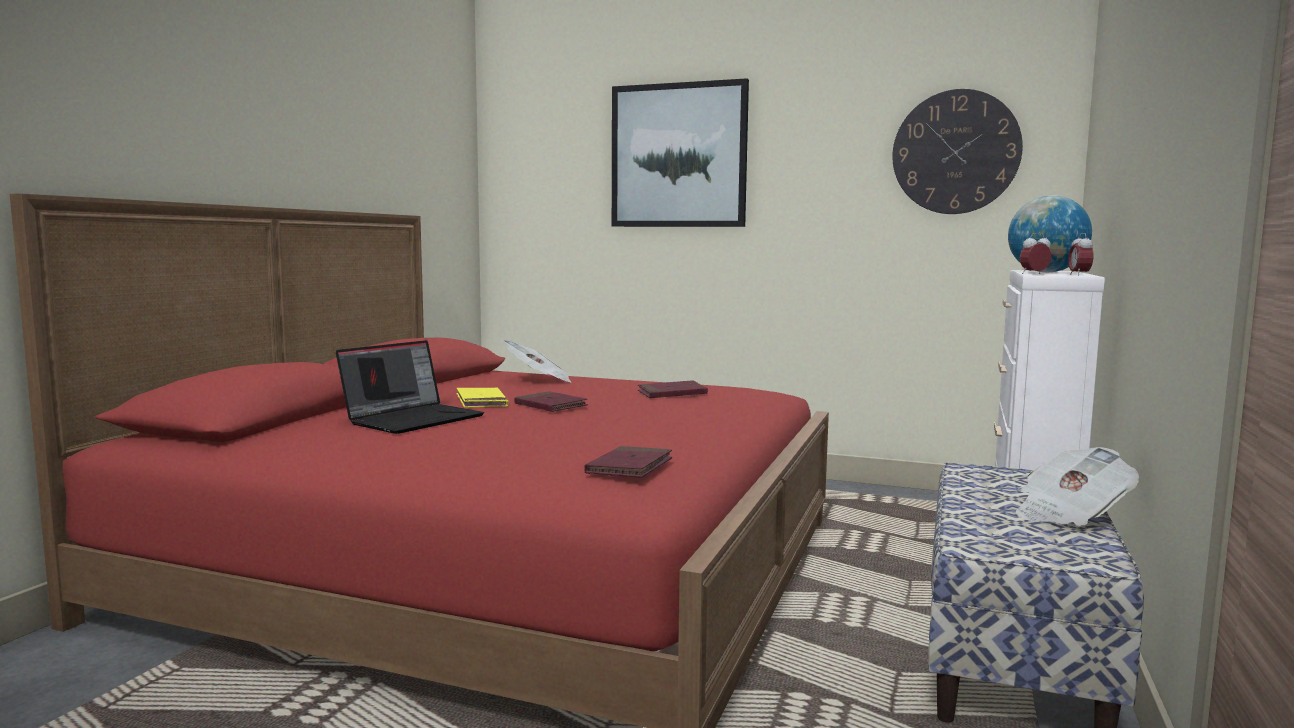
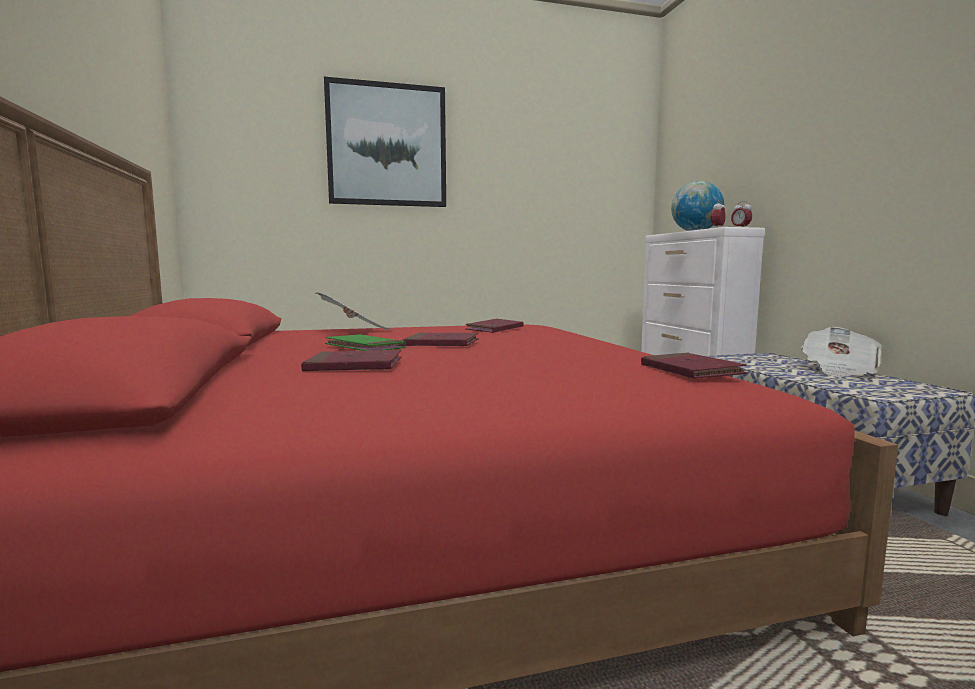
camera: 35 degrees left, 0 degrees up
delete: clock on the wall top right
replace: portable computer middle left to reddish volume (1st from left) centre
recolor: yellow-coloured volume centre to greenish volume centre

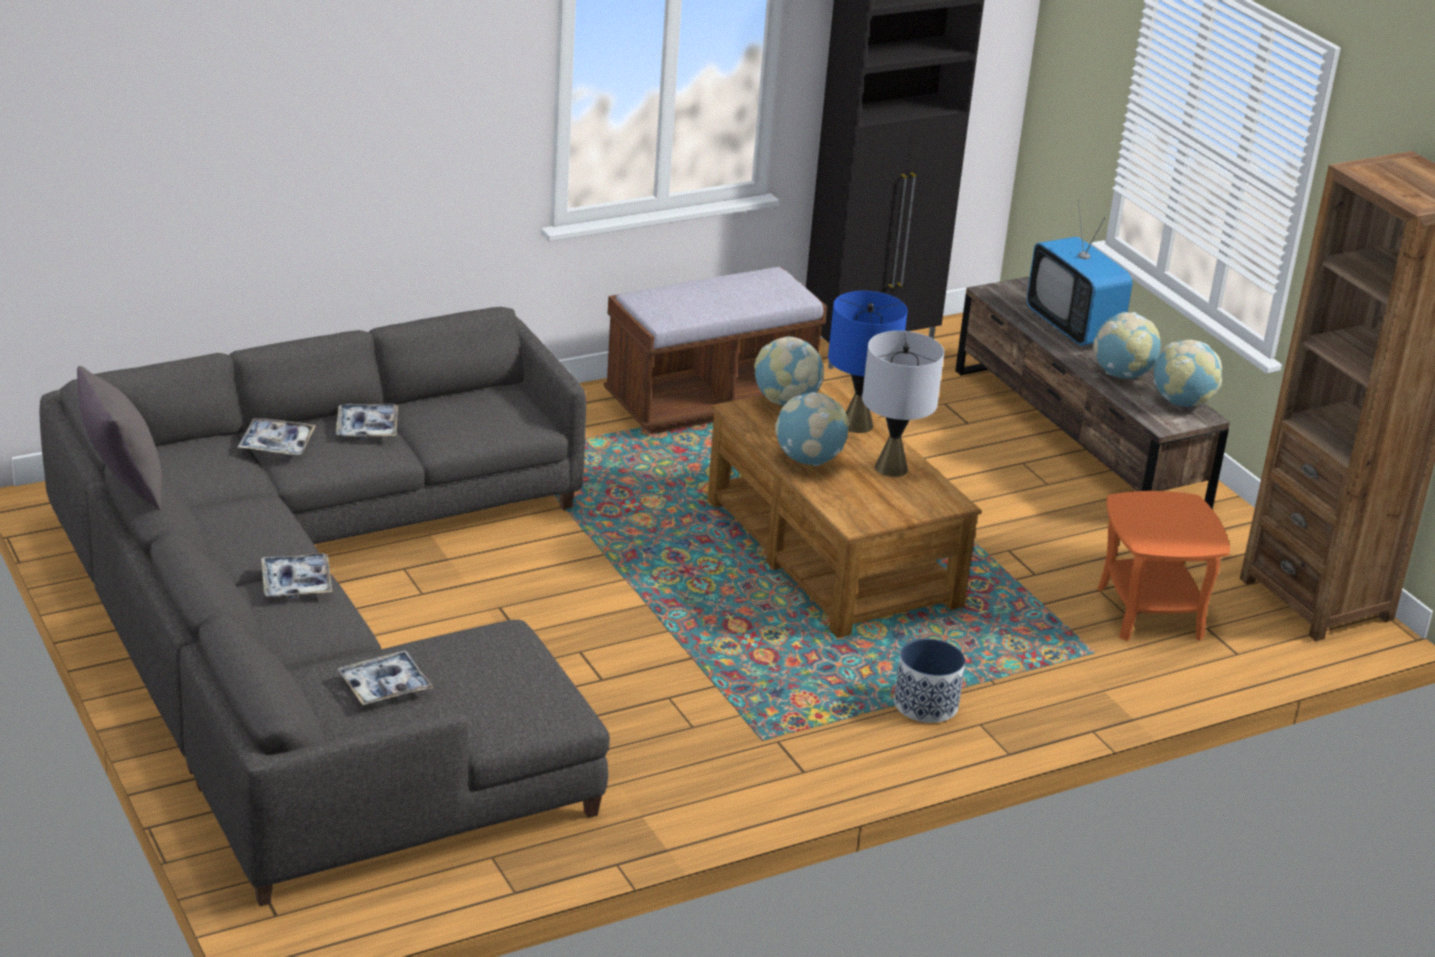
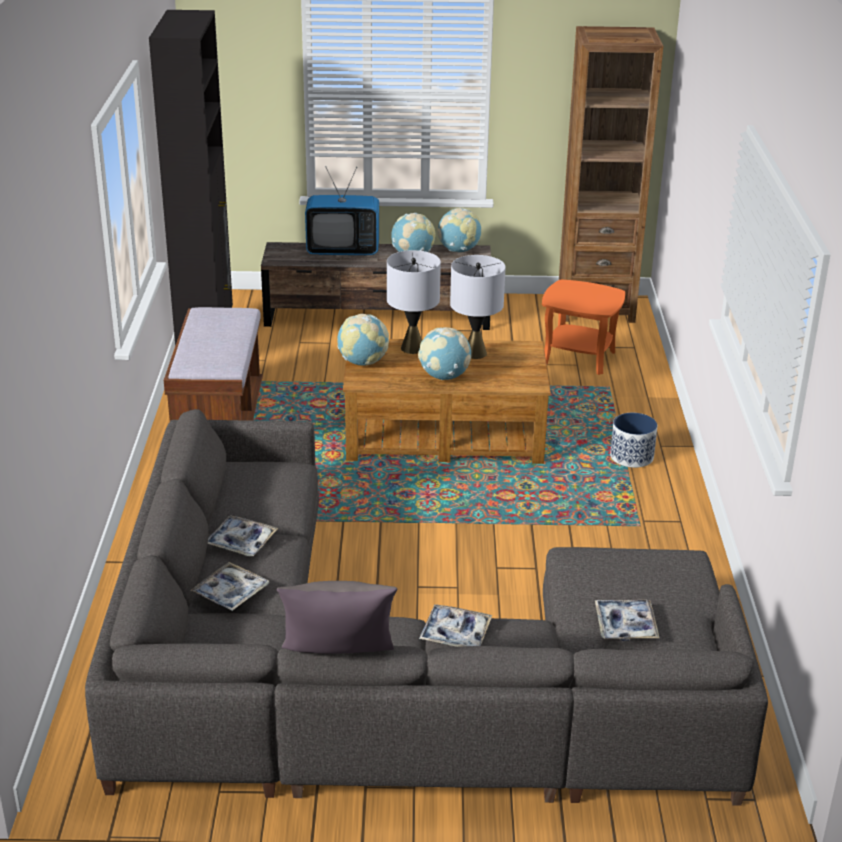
camera: 60 degrees left, 0 degrees up
recolor: blue-coloured table lamp centre to gray table lamp (1st from left) centre

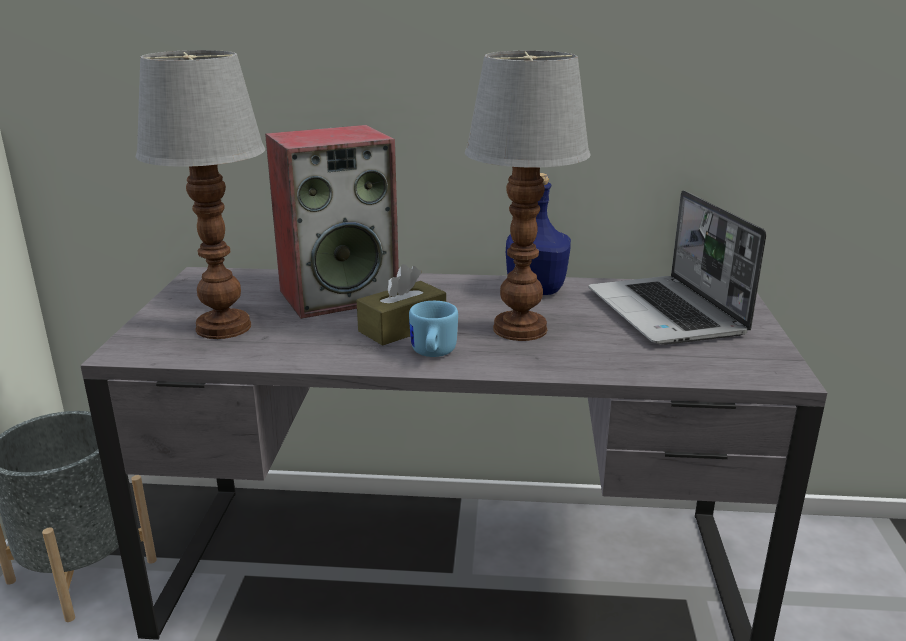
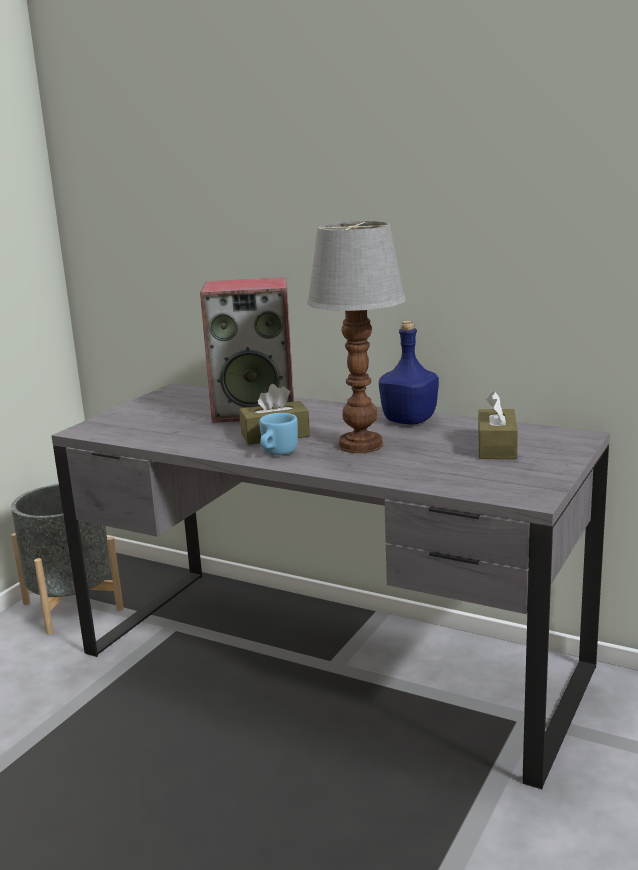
camera: 25 degrees right, 5 degrees down
delete: table lamp (1st from left) top left
replace: portable computer middle right to brown box of tissues (2nd from left) middle right

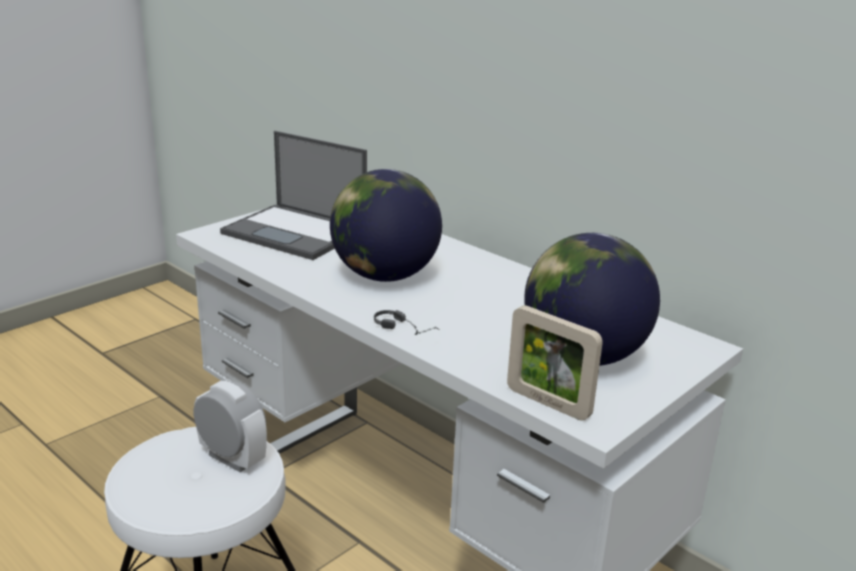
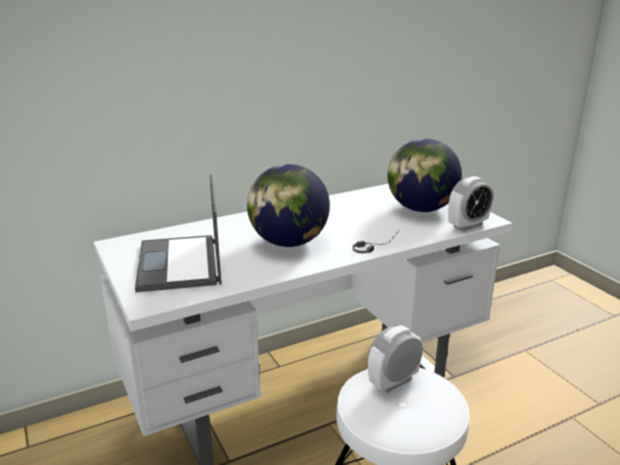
camera: 70 degrees left, 0 degrees up
replace: picture frame centre to table clock (2nd from left) middle right
rotate: portable computer centre = middle left 120 degrees clockwise

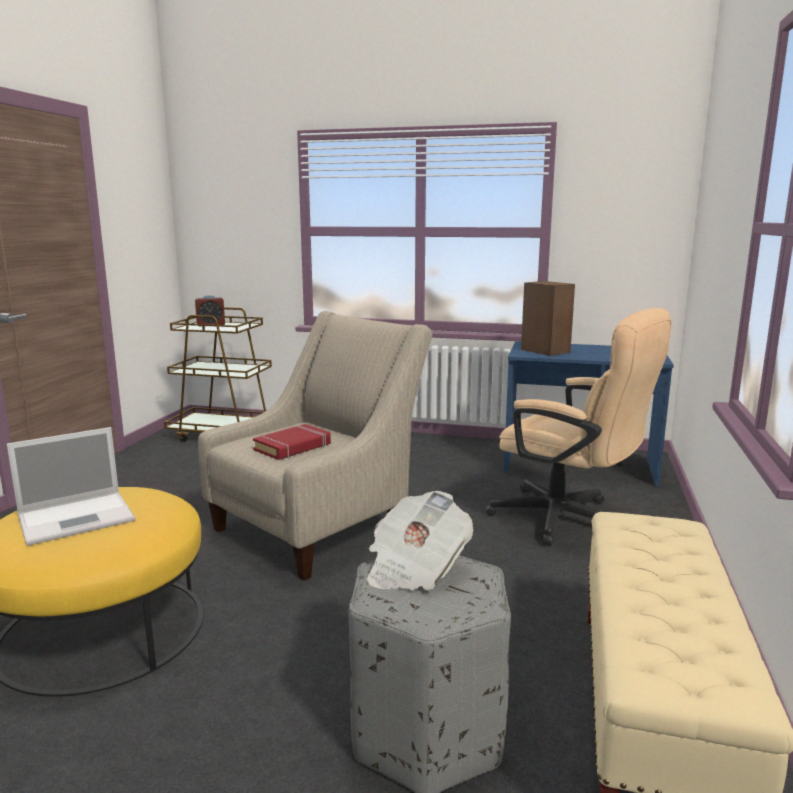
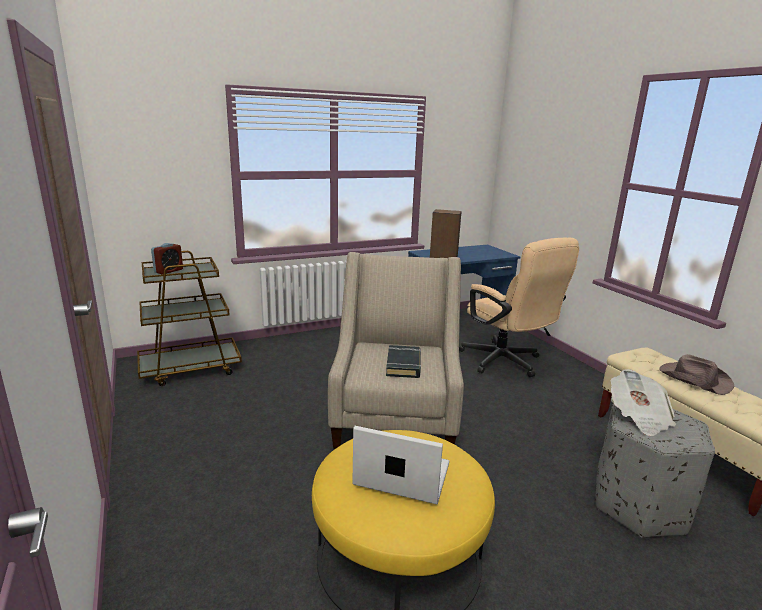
camera: 40 degrees left, 5 degrees up
insert: brown wearable hat middle right
recolor: reddish volume centre to black-coloured volume centre
rotate: sand-coloured desk chair middle right = middle right 60 degrees clockwise; portable computer middle left = bottom centre 90 degrees counterclockwise

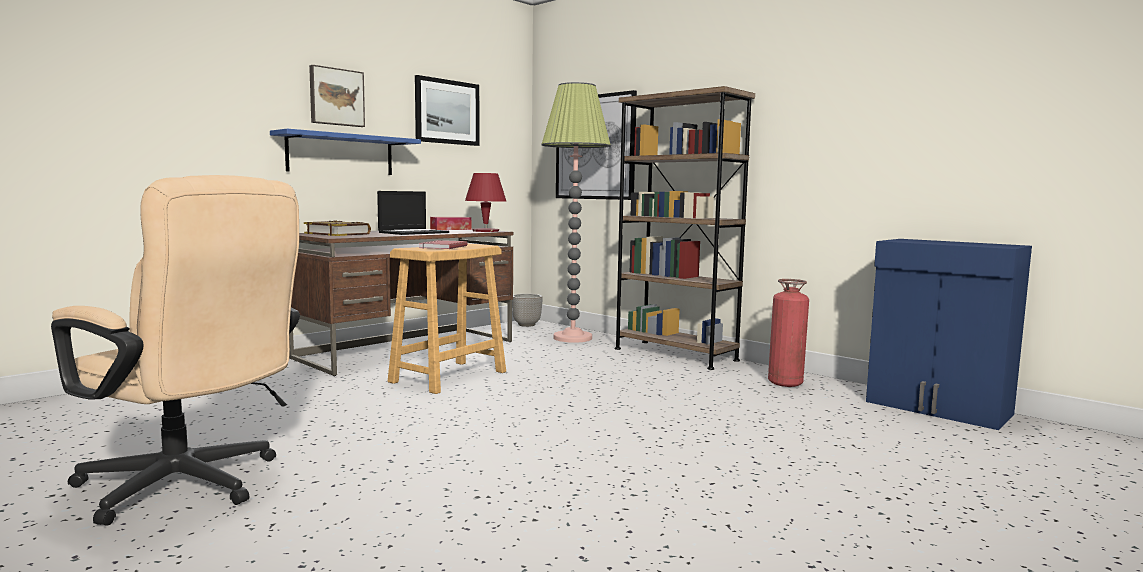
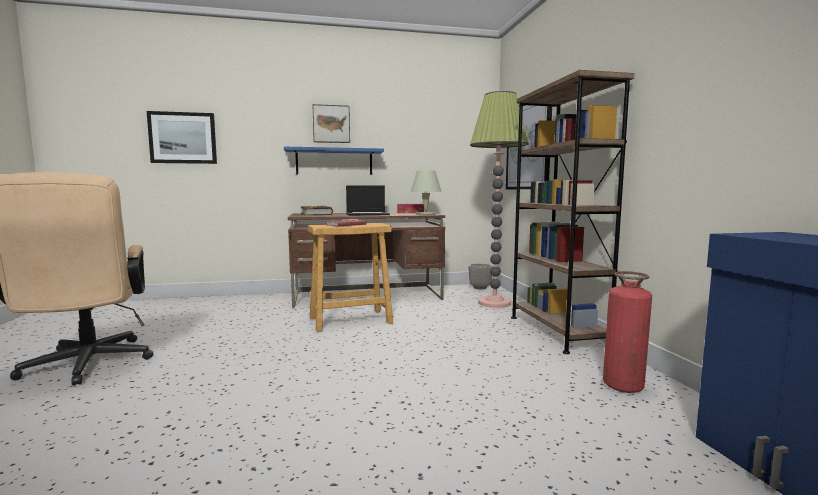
camera: 35 degrees right, 0 degrees up
move: wall art (2nd from left in the first image) top centre to wall art (1st from left) top left
recolor: reddish table lamp centre to sand-coloured table lamp centre

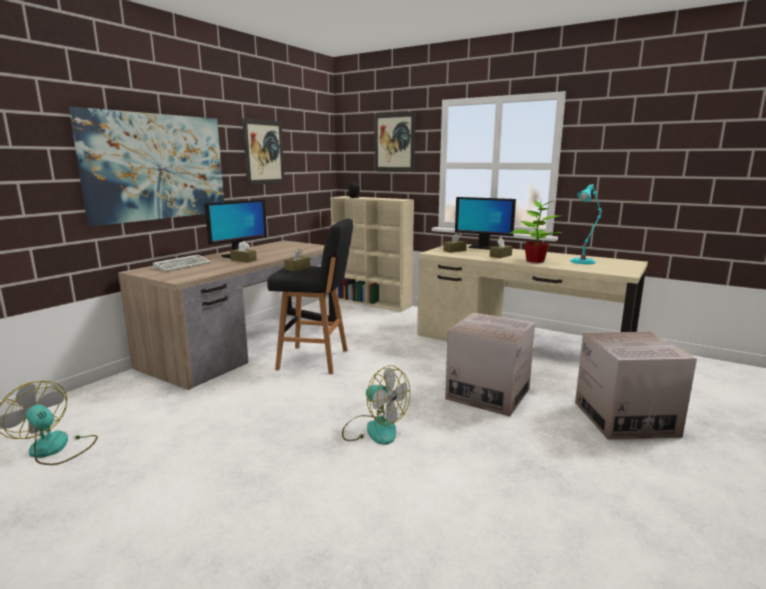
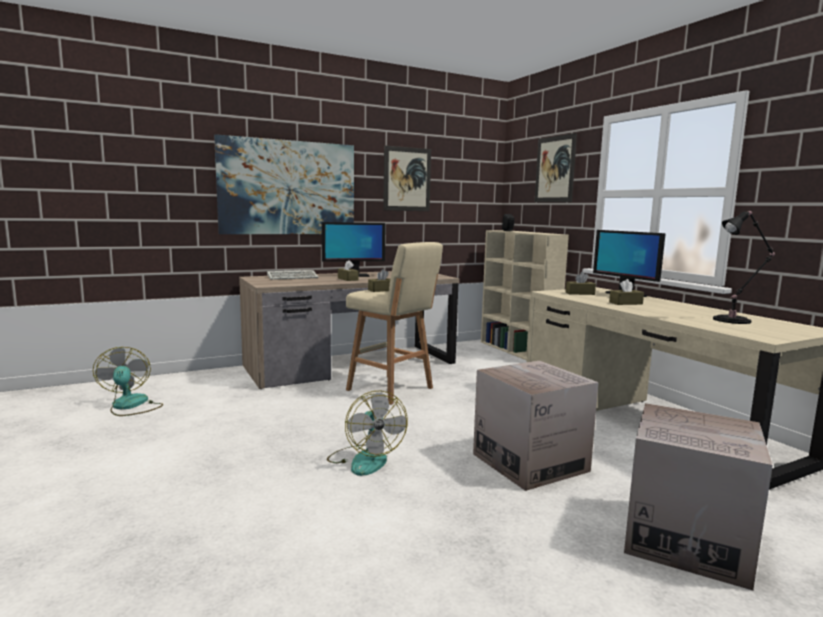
camera: 30 degrees right, 5 degrees down
delete: plant in a pot middle right
recolor: blue-green table lamp middle right to black-coloured table lamp middle right; black-coloured stool seat centre to sand-coloured stool seat centre

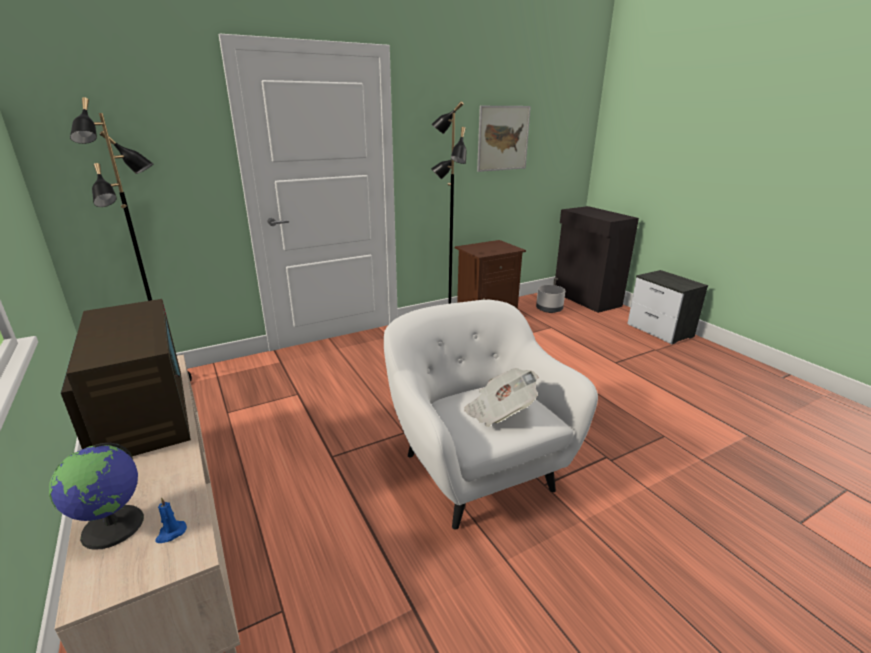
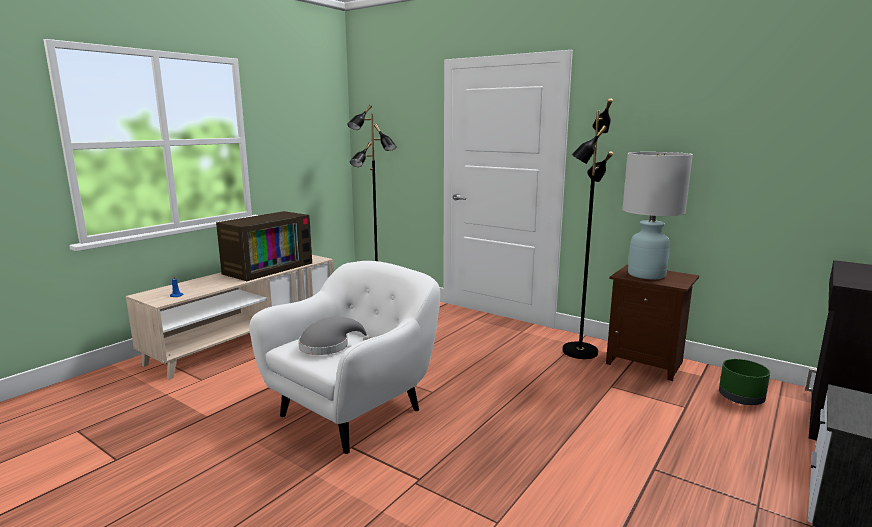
camera: 65 degrees right, 10 degrees down
delete: wall art top centre; globe bottom left
insert: white-coloured table lamp middle right
replace: newspaper centre to gray wearable hat centre
recolor: gray planter centre to greenish planter bottom right

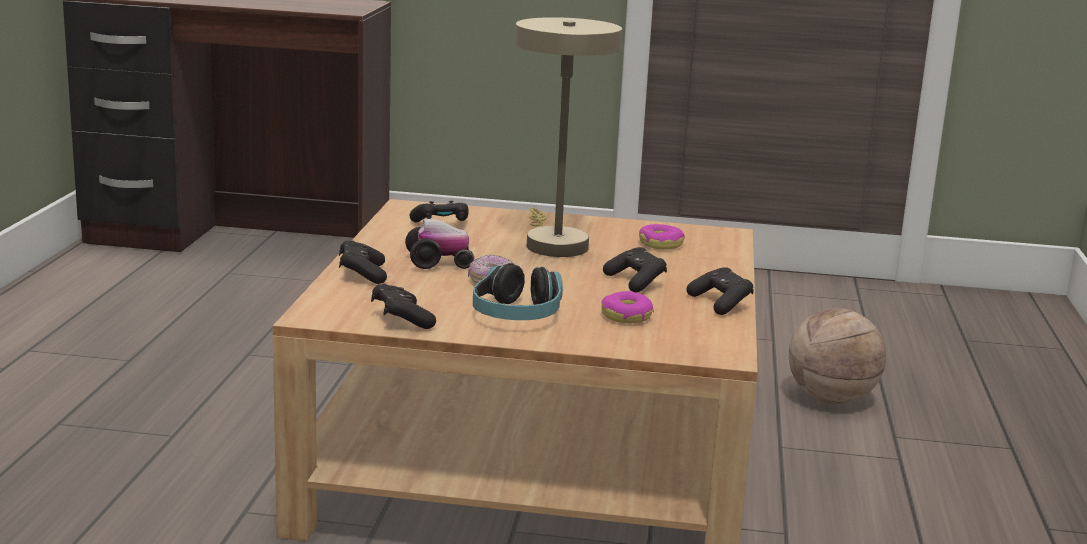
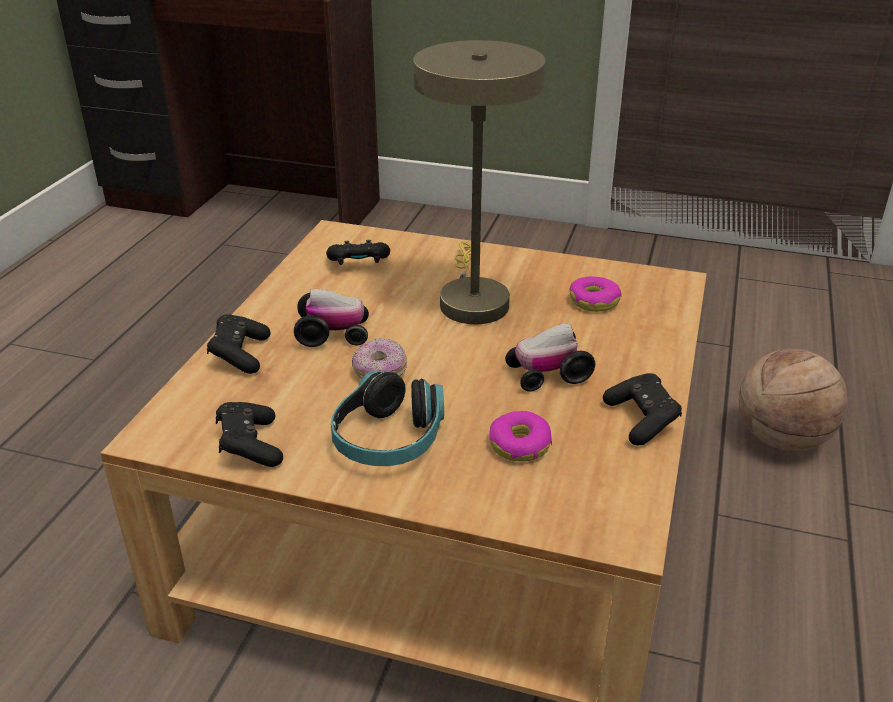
camera: 10 degrees right, 15 degrees up
replace: black-coloured joypad (4th from left) centre to miniature car (2nd from left) centre

